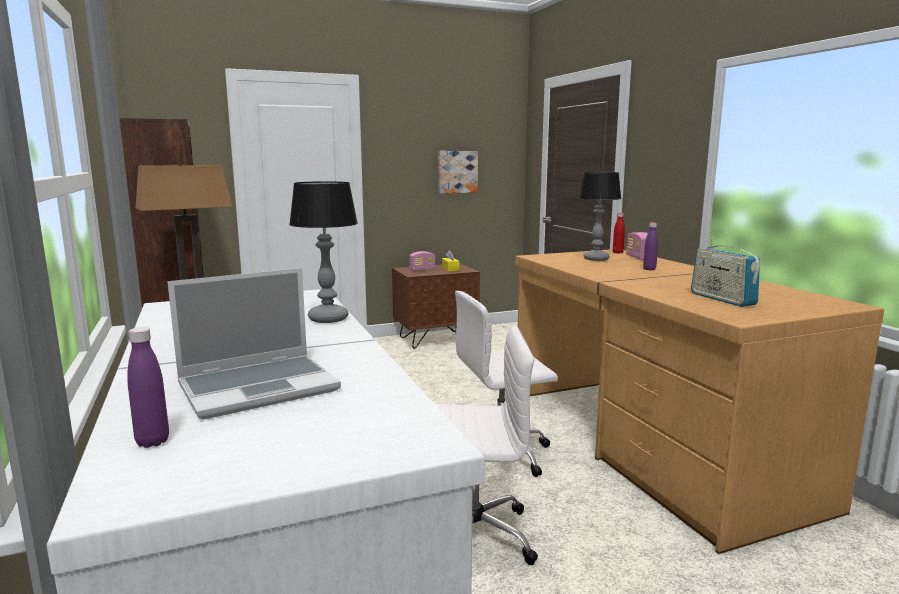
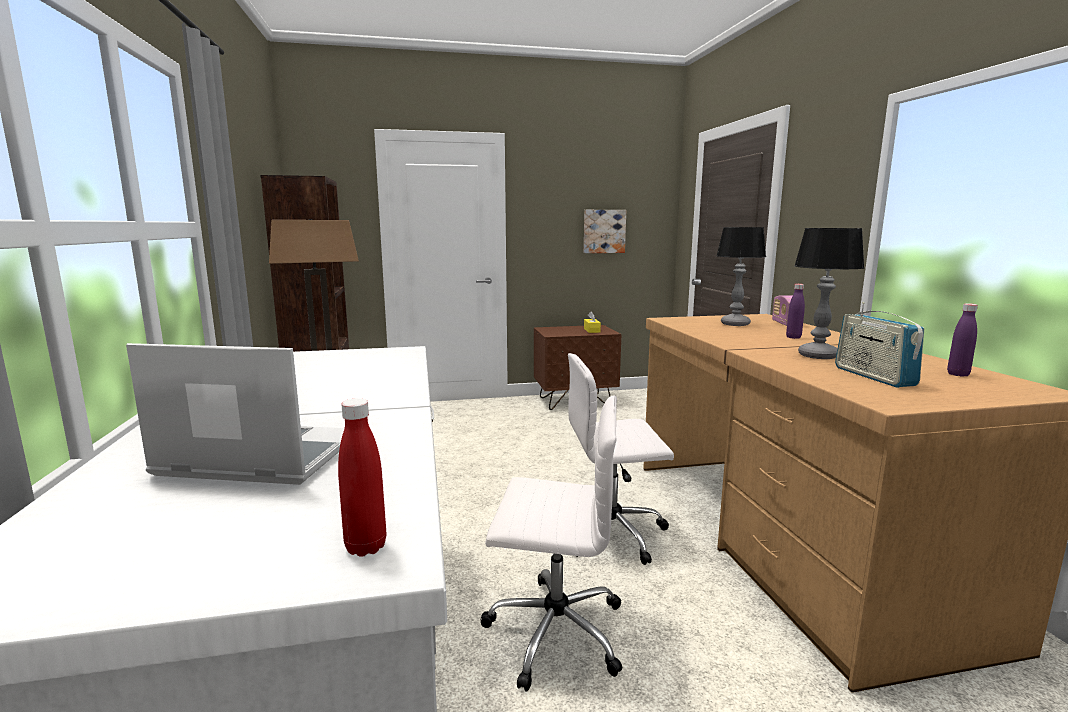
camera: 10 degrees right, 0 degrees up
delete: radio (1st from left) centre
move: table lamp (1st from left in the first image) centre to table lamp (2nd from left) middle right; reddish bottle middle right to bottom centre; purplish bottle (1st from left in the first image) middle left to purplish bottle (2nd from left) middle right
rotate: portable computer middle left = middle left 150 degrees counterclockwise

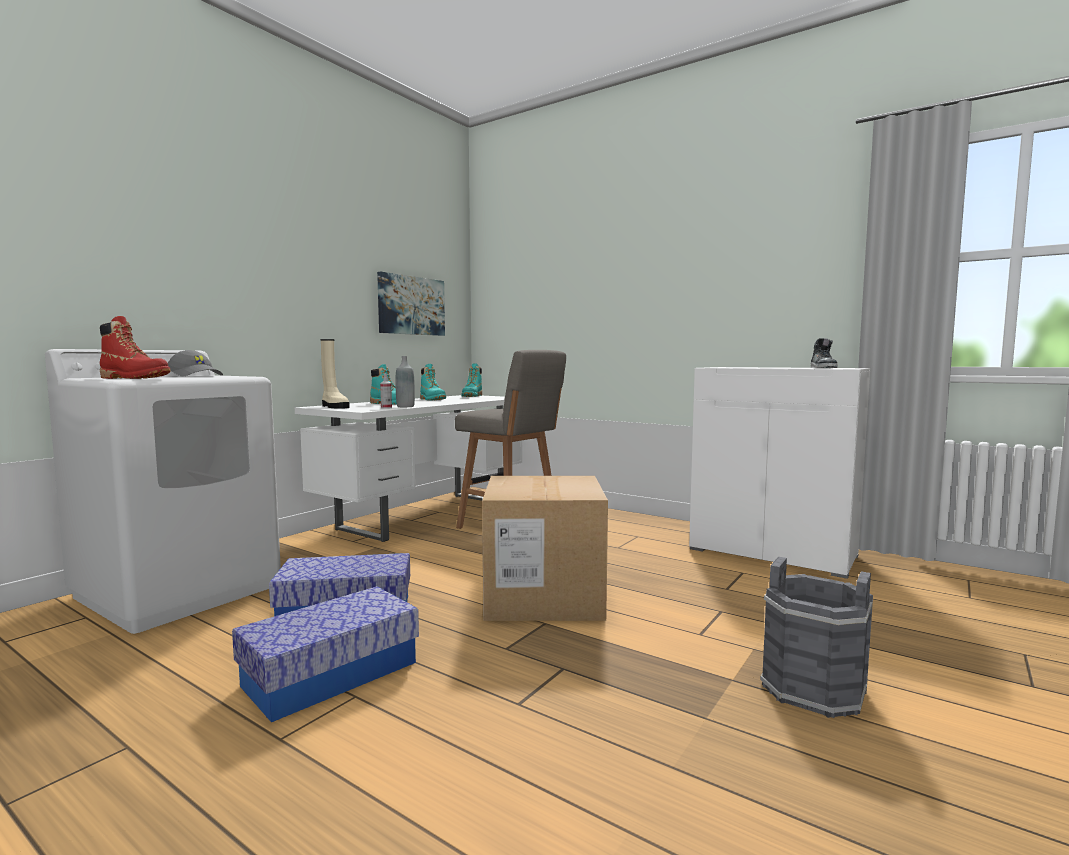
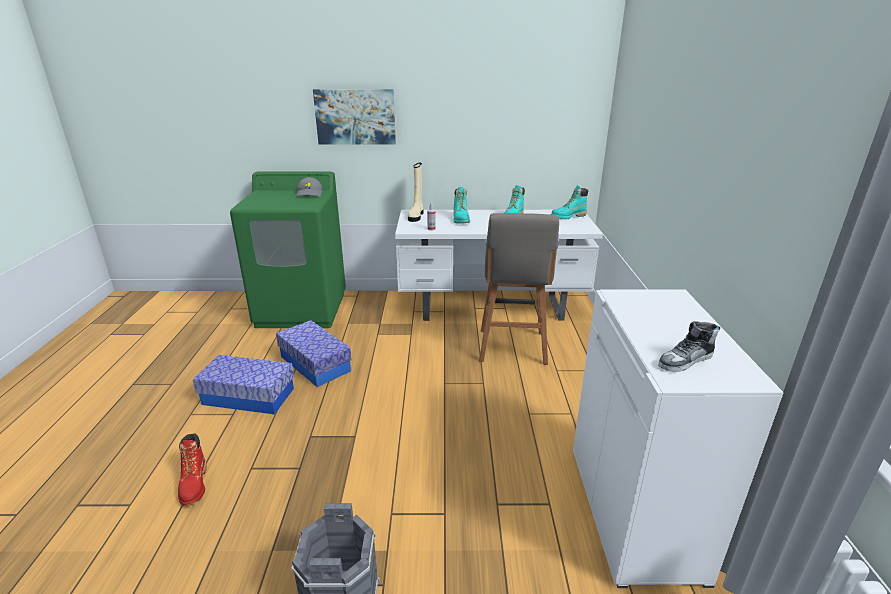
camera: 55 degrees right, 20 degrees up
delete: gray bottle centre; cardboard box centre
move: wall art centre to top centre; reddish boot middle left to bottom left
recolor: white-coloured washing machine middle left to greenish washing machine middle left

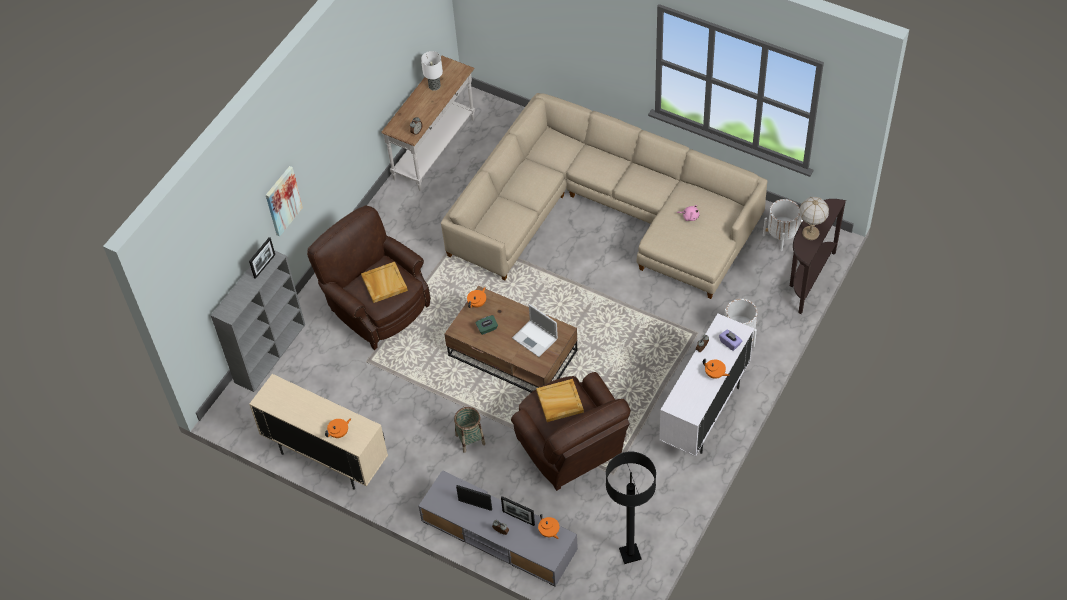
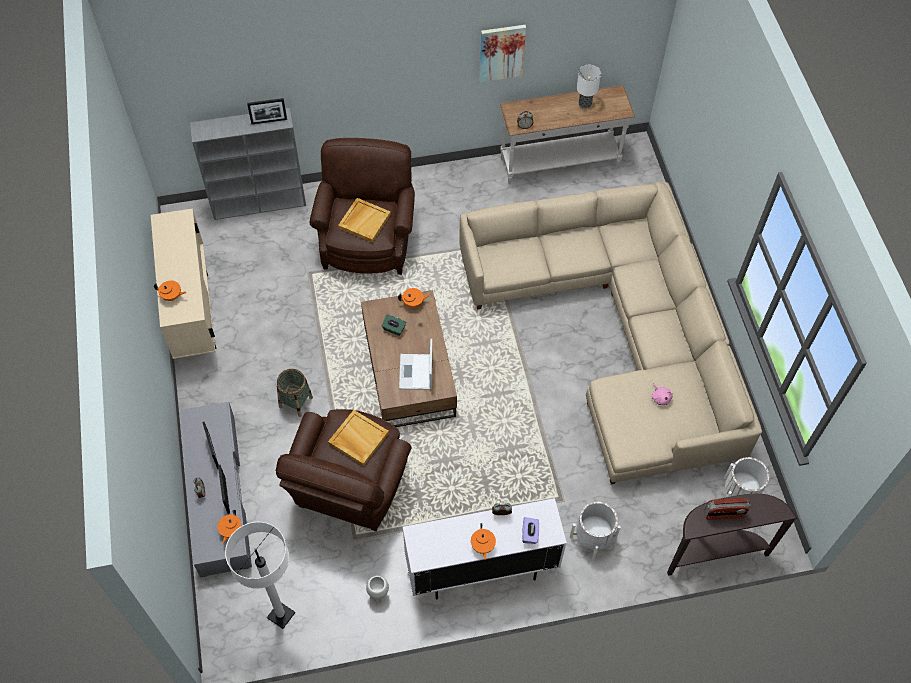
camera: 45 degrees right, 5 degrees up
insert: white-coloured planter (1st from left) bottom centre
move: wall art middle left to top centre
replace: table lamp (2nd from left) middle right to radio bottom right
recolor: black-coloured standard lamp bottom centre to white-coloured standard lamp bottom left

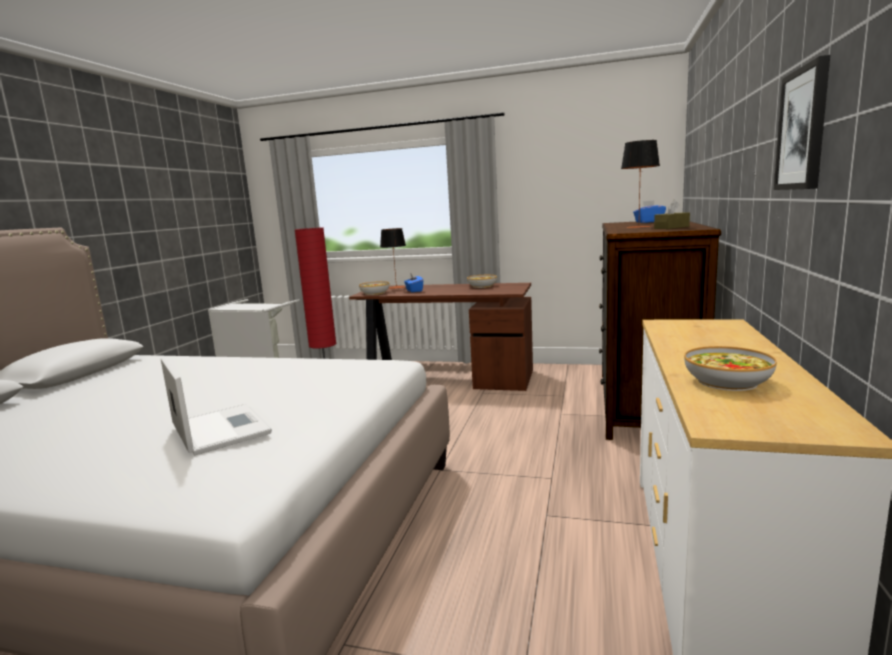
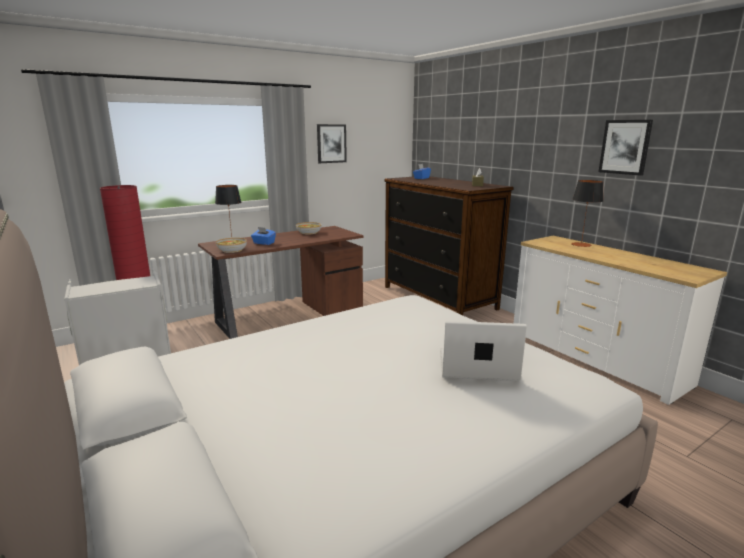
camera: 50 degrees left, 5 degrees up
delete: bowl (3rd from left) middle right
insert: wall art (1st from left) top centre
move: table lamp (2nd from left) top right to middle right

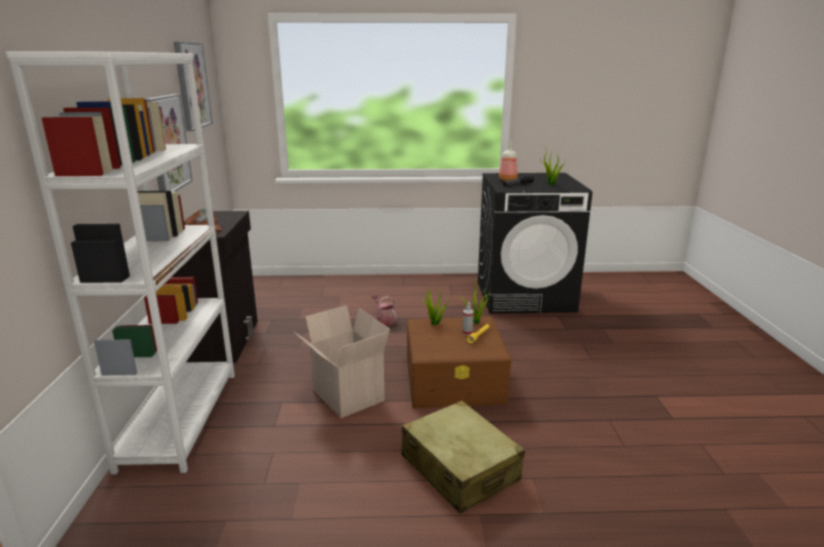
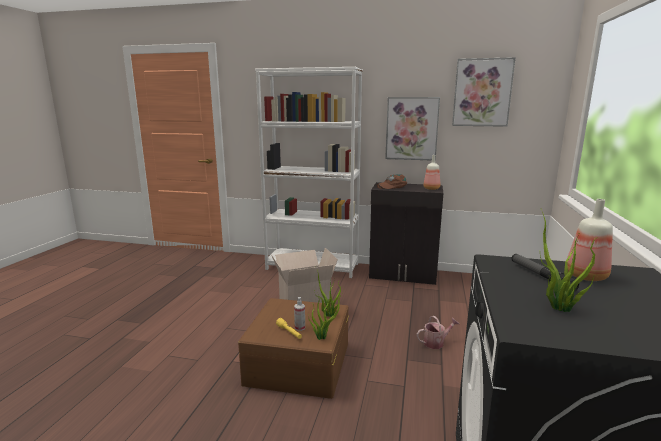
camera: 105 degrees right, 5 degrees down
delete: sand-coloured piece of luggage bottom centre
insert: bottle (1st from left) centre

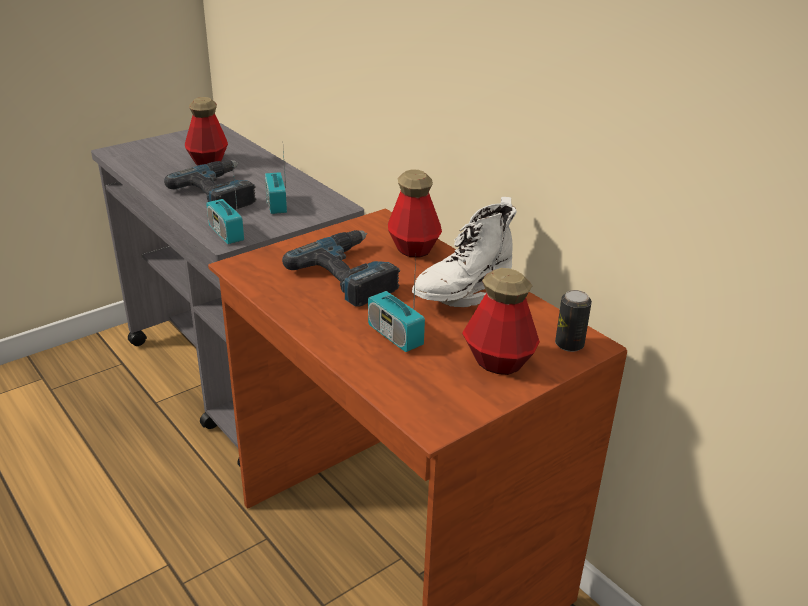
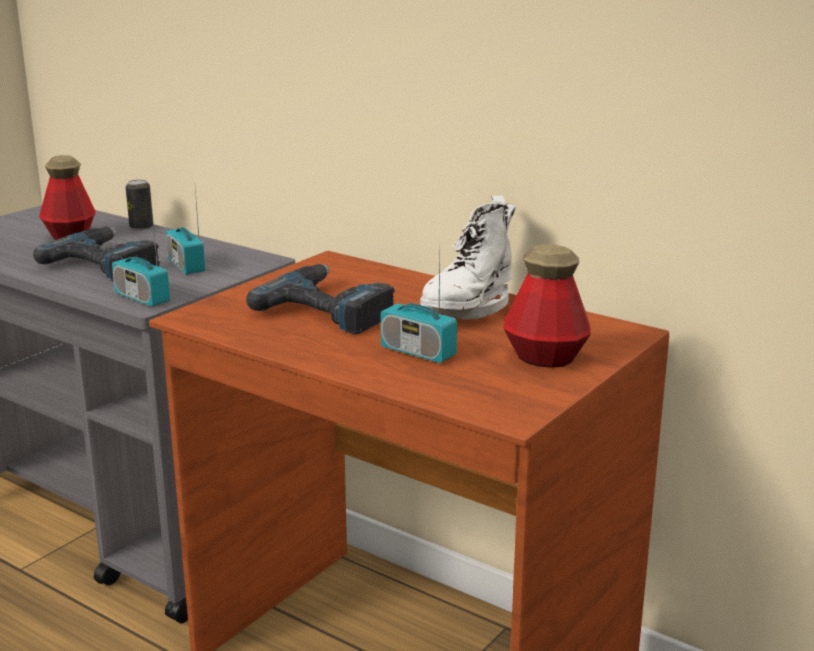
camera: 15 degrees left, 10 degrees down
delete: bottle (2nd from left) centre
move: can middle right to top left

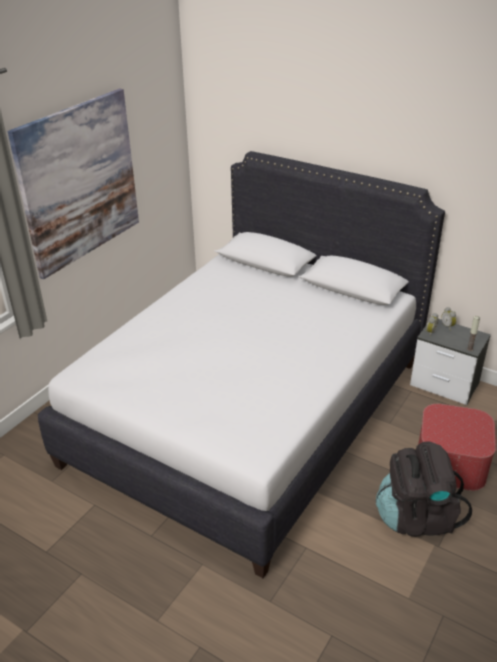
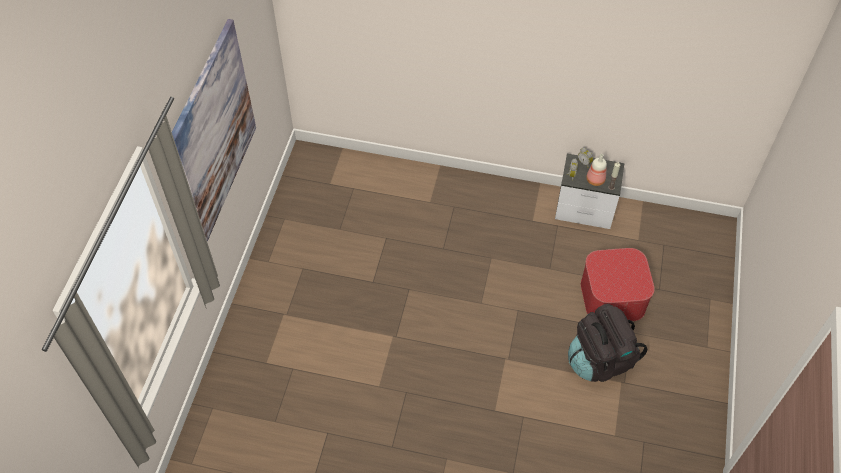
camera: 20 degrees left, 20 degrees up
delete: white-coloured sleeping bed centre
insert: bottle middle right

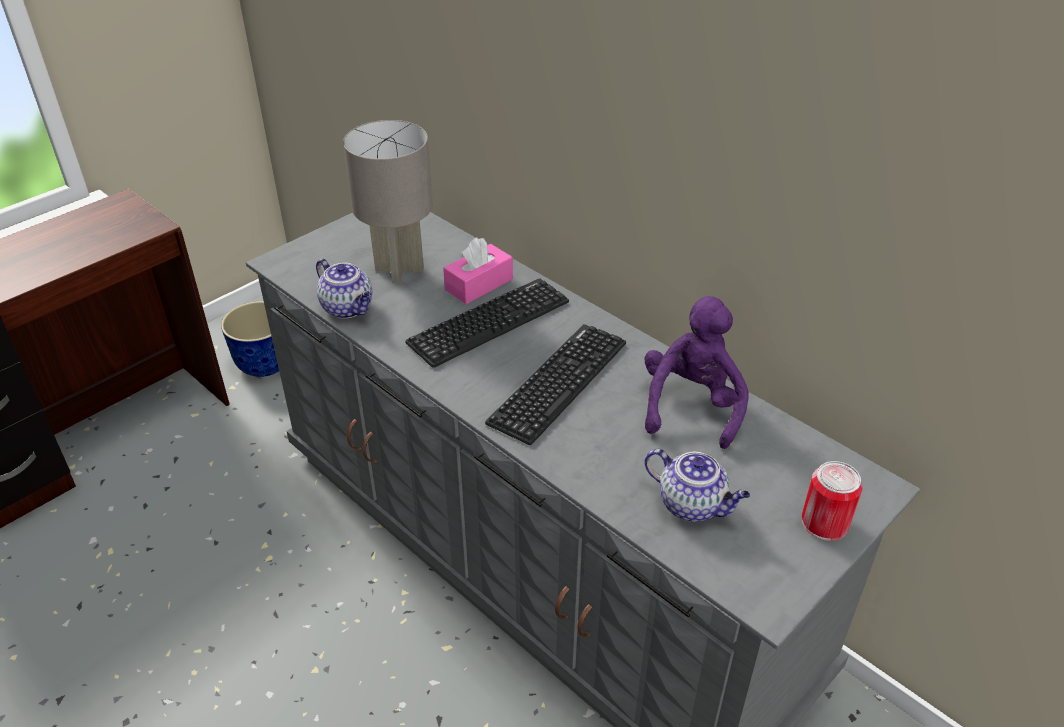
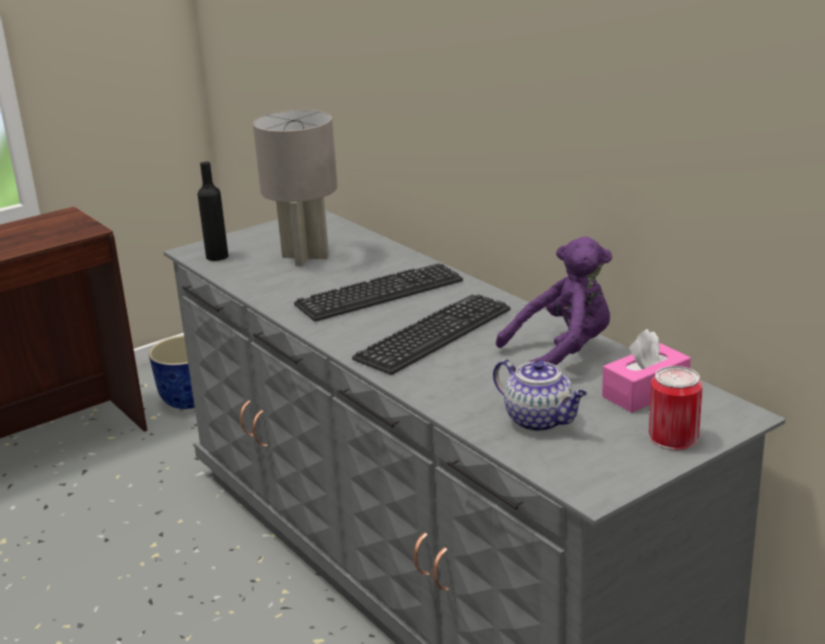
camera: 10 degrees right, 15 degrees down
delete: pot for tea (1st from left) middle left
insert: black-coloured bottle top left
move: pink-coloured box of tissues centre to middle right
rotate: purplish soft toy centre = middle right 45 degrees clockwise

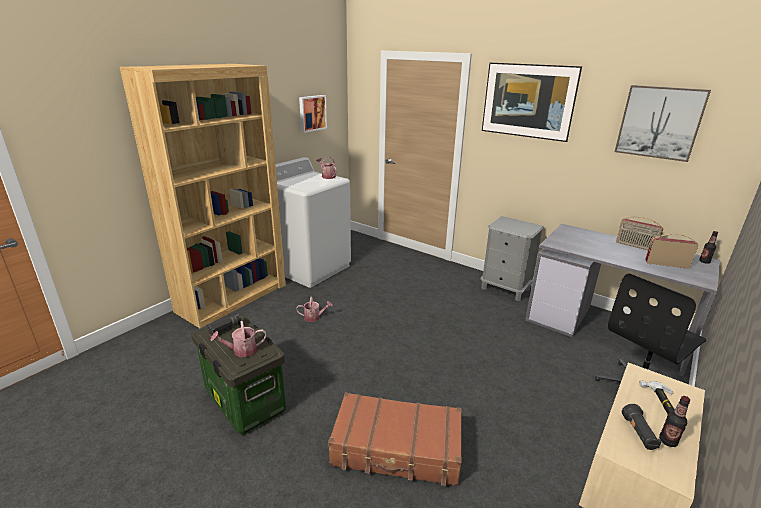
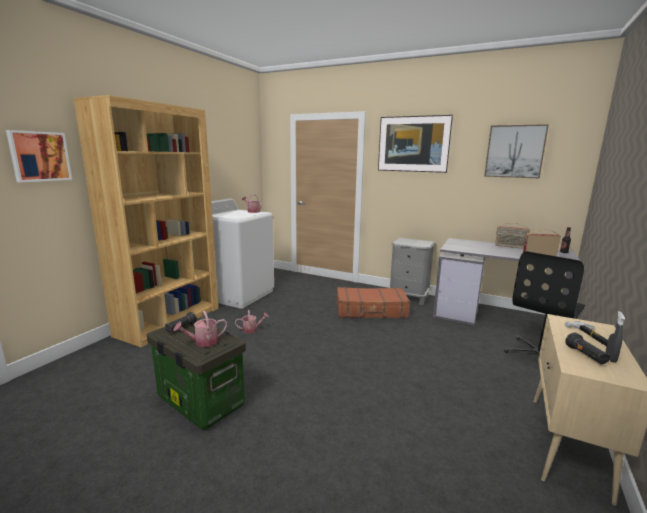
camera: 10 degrees left, 10 degrees down
move: wall art (1st from left) top centre to top left; brown piece of luggage bottom centre to centre
replace: bottle (1st from left) bottom right to gray sprayer middle right

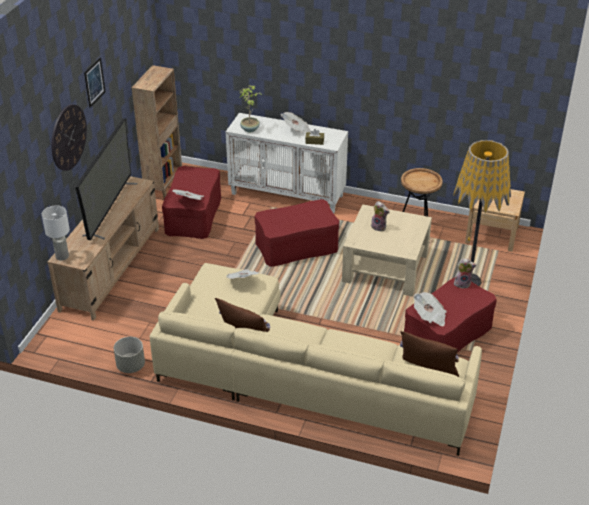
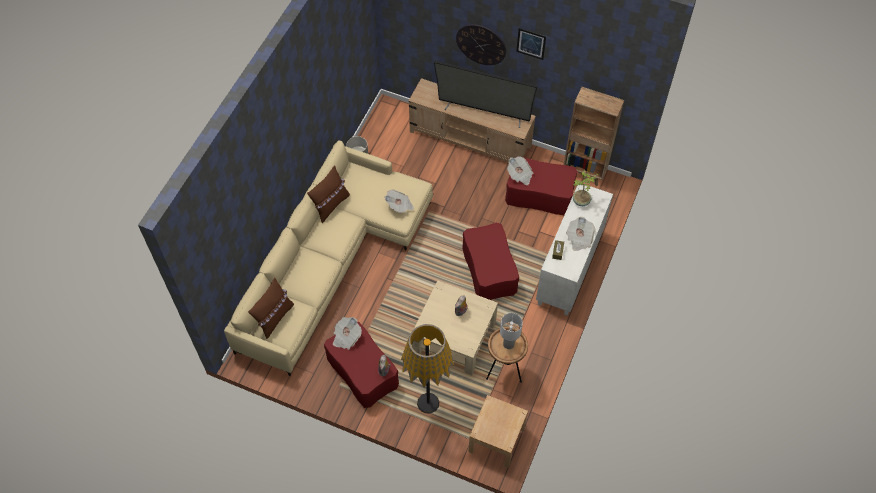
camera: 95 degrees right, 20 degrees up
move: white-coloured table lamp middle left to bottom centre

